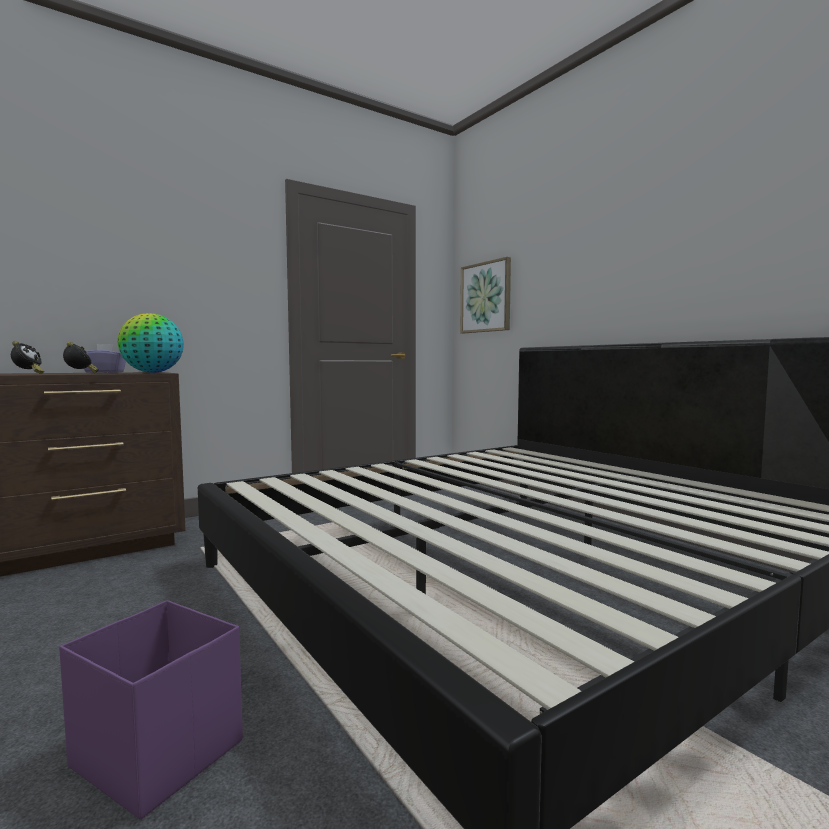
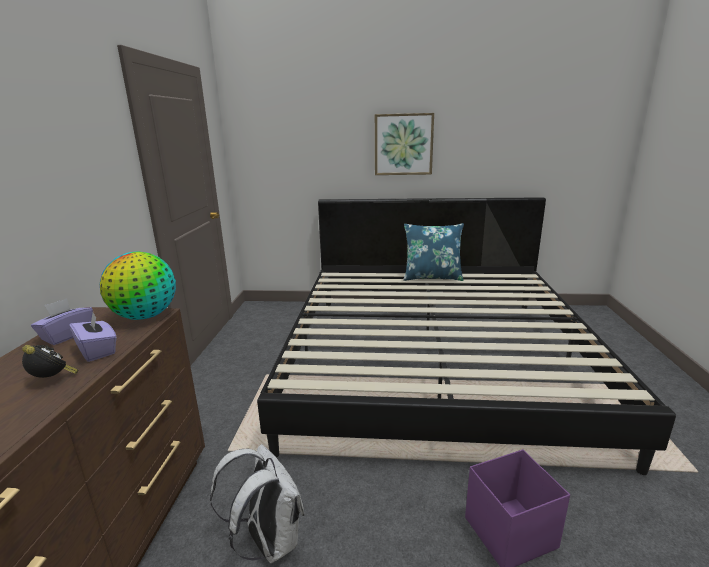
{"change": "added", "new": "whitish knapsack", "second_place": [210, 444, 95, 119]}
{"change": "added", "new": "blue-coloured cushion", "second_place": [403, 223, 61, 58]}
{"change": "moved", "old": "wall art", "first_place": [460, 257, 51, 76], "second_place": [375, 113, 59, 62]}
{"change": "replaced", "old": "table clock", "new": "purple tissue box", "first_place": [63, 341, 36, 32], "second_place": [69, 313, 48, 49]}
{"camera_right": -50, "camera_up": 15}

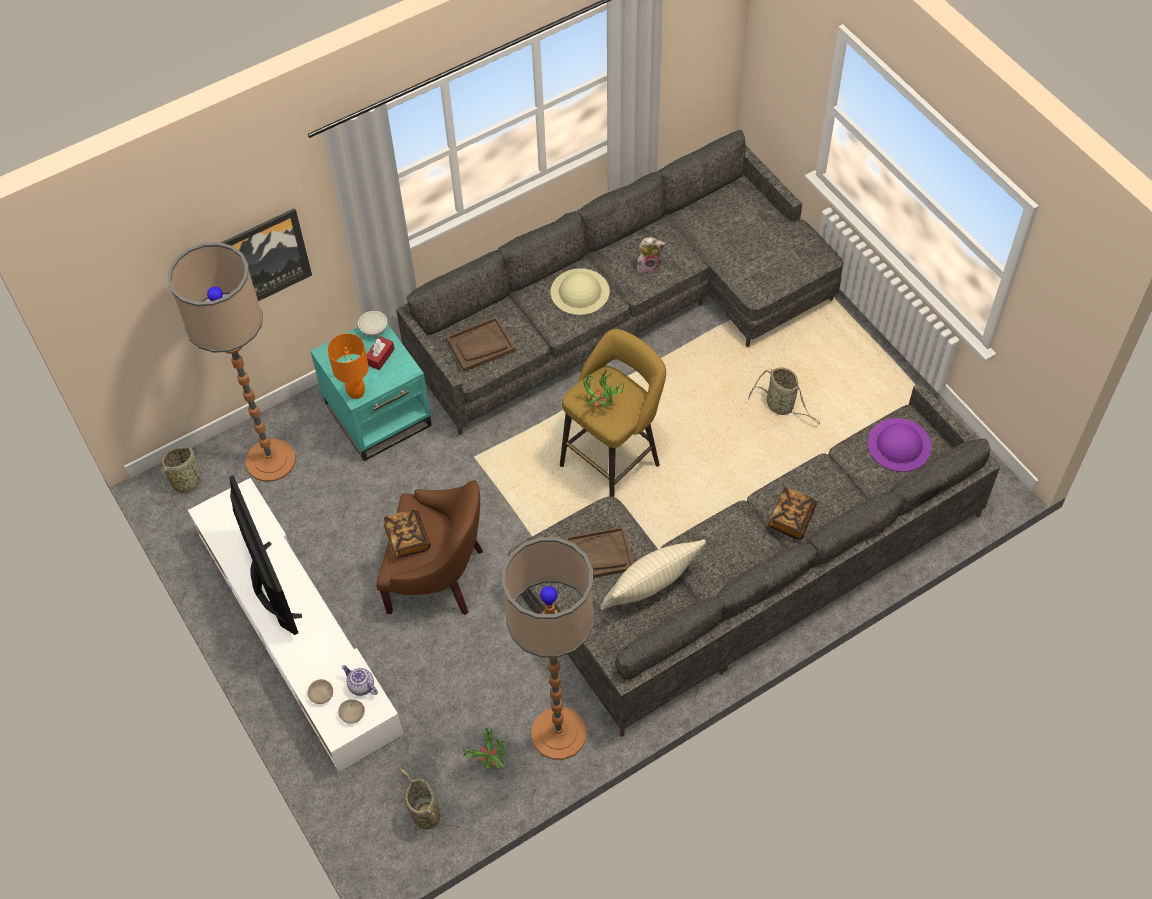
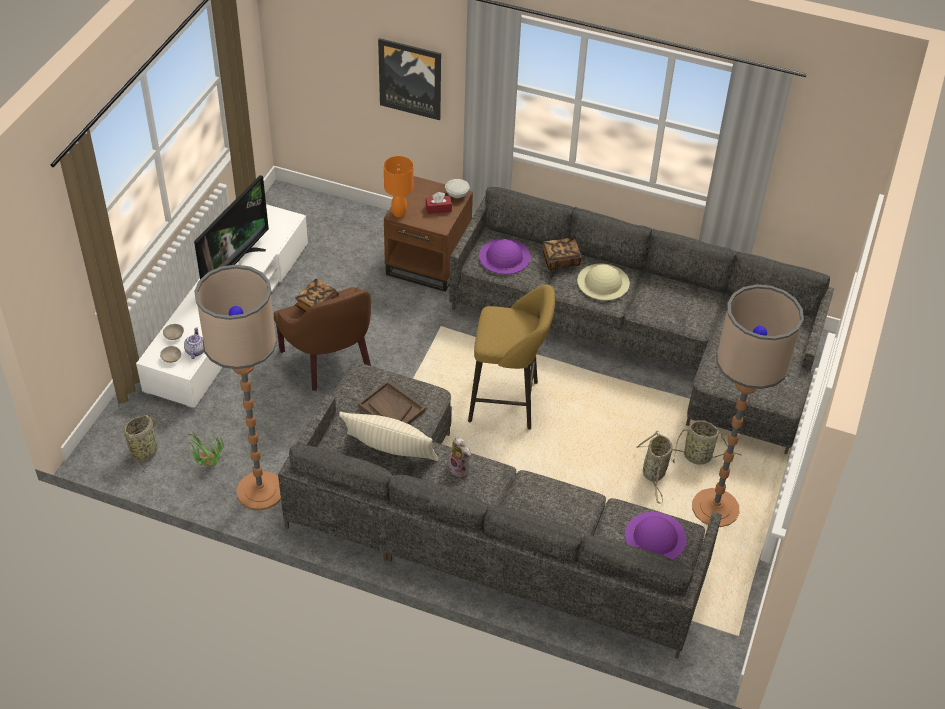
{"change": "removed", "old": "houseplant", "first_place": [583, 370, 42, 36]}
{"change": "moved", "old": "basket", "first_place": [161, 447, 61, 60], "second_place": [670, 420, 72, 45]}
{"change": "moved", "old": "floor lamp", "first_place": [167, 242, 129, 240], "second_place": [692, 284, 112, 243]}
{"change": "moved", "old": "cuddly toy", "first_place": [637, 237, 29, 38], "second_place": [448, 436, 23, 41]}
{"change": "moved", "old": "volume", "first_place": [768, 487, 49, 53], "second_place": [542, 238, 40, 32]}
{"change": "replaced", "old": "brown-coloured serving tray", "new": "purple hat", "first_place": [446, 316, 70, 56], "second_place": [479, 239, 51, 35]}
{"change": "recoloured", "old": "turquoise-coloured end table", "new": "brown-coloured end table", "first_place": [310, 323, 122, 138], "second_place": [384, 176, 89, 116]}
{"camera_right": 50, "camera_up": -10}

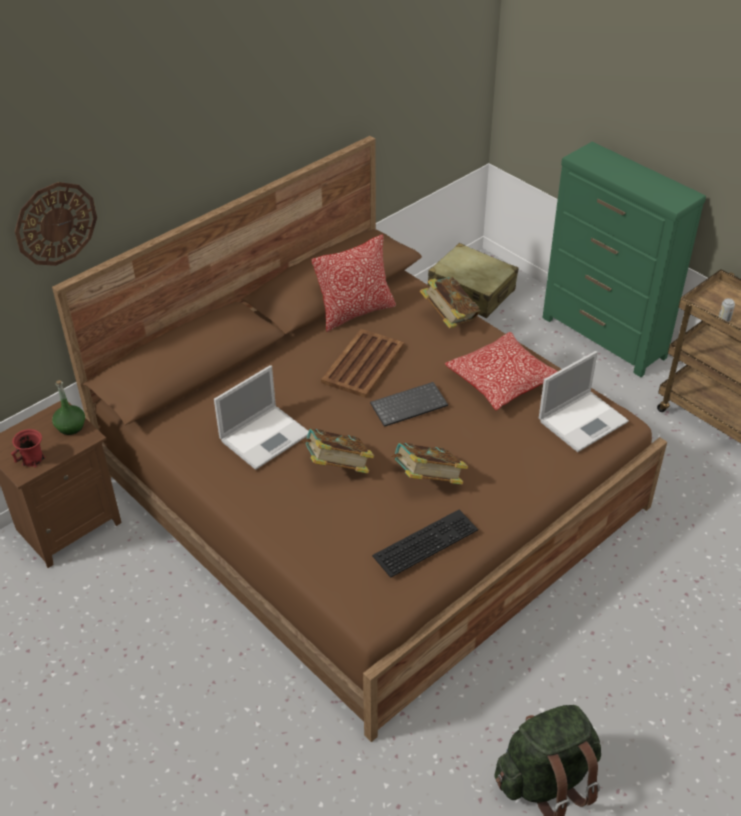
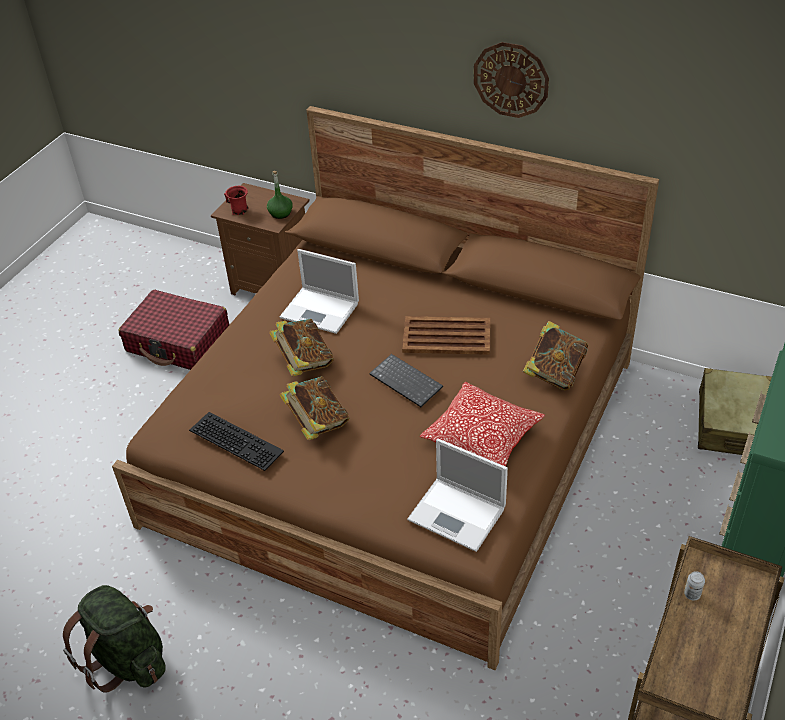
{"change": "removed", "old": "cushion", "first_place": [312, 234, 84, 98]}
{"change": "added", "new": "red piece of luggage", "second_place": [119, 290, 111, 80]}
{"change": "moved", "old": "clock on the wall", "first_place": [15, 182, 82, 84], "second_place": [474, 42, 75, 76]}
{"camera_right": 70, "camera_up": 0}

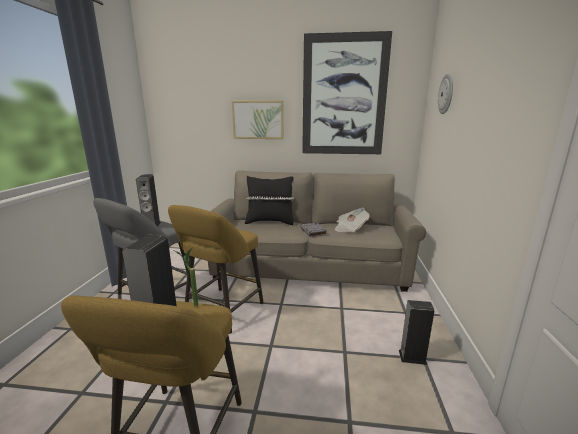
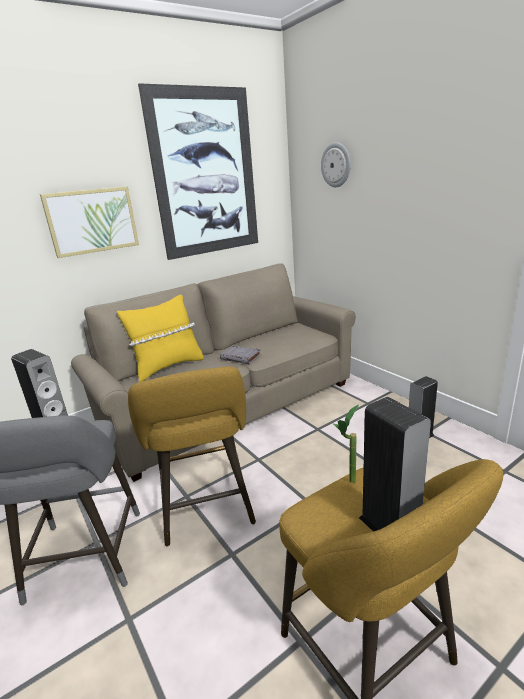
{"change": "removed", "old": "printed paper", "first_place": [335, 208, 34, 25]}
{"change": "recoloured", "old": "black cushion", "new": "yellow-coloured cushion", "first_place": [245, 176, 49, 49], "second_place": [117, 295, 87, 87]}
{"camera_right": -40, "camera_up": 5}

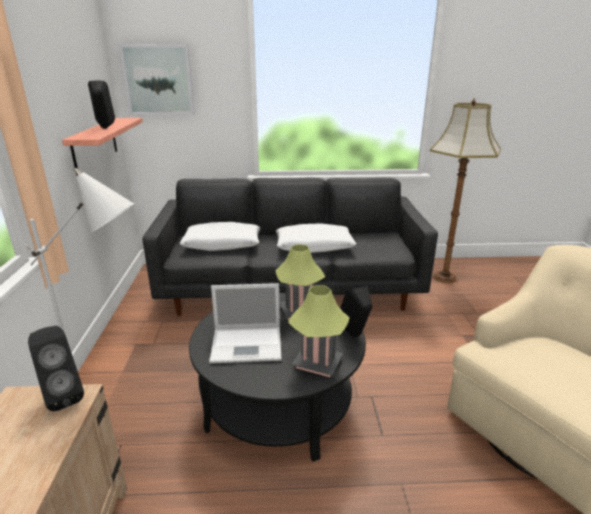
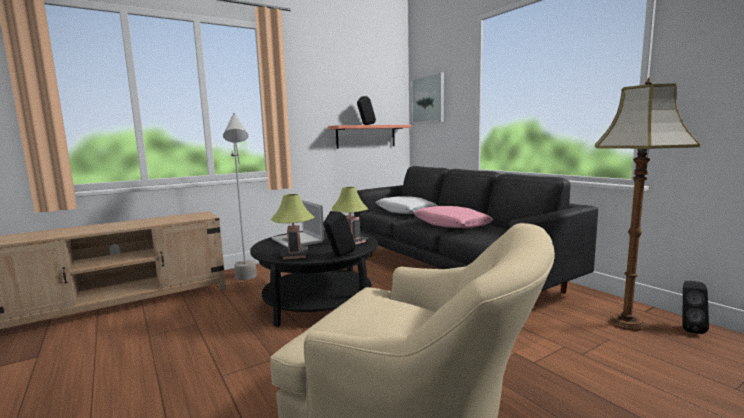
{"change": "moved", "old": "black speaker", "first_place": [28, 325, 56, 86], "second_place": [682, 281, 27, 53]}
{"change": "recoloured", "old": "whitish cushion", "new": "pinkish cushion", "first_place": [276, 223, 80, 30], "second_place": [414, 206, 79, 22]}
{"camera_right": 60, "camera_up": -15}

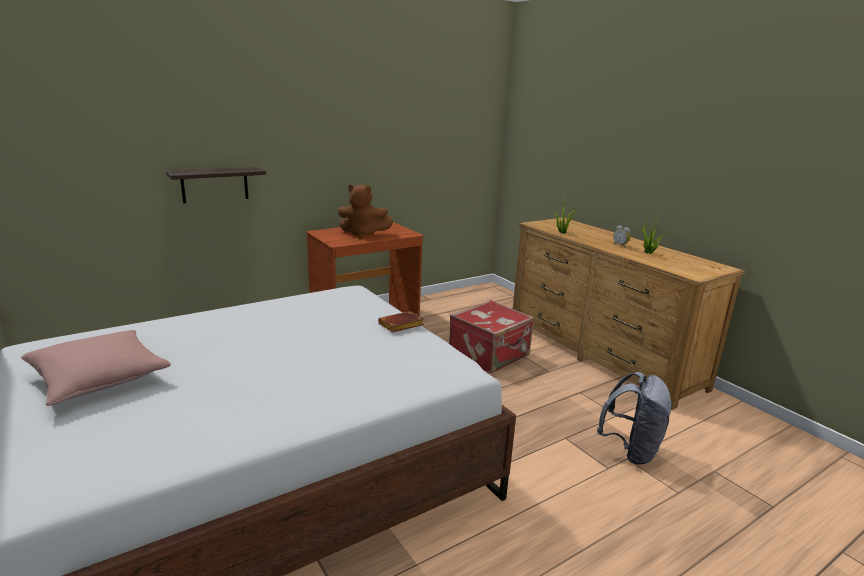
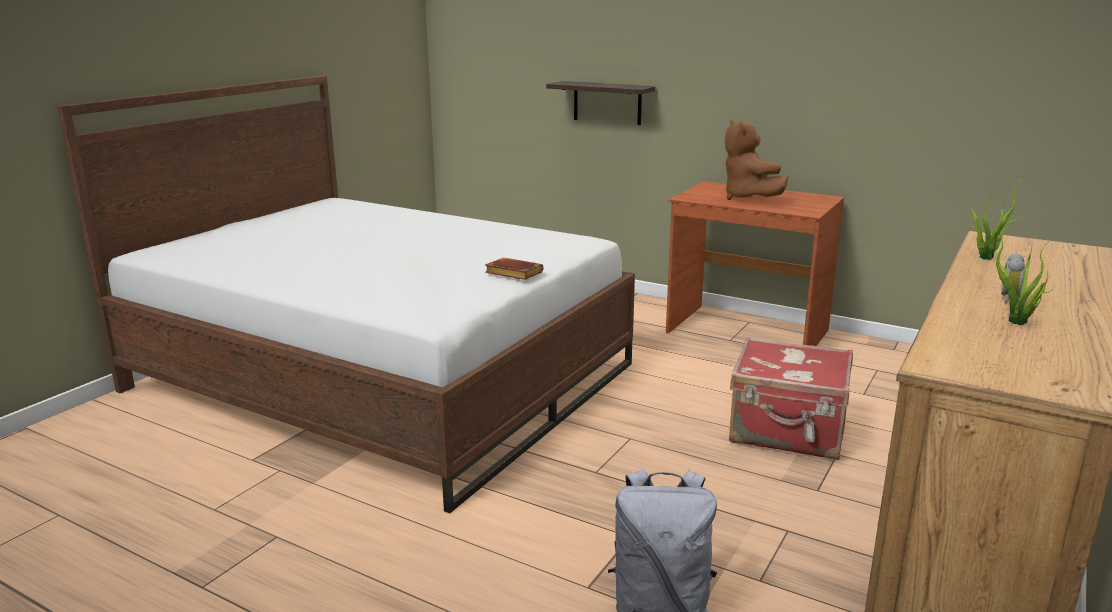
{"change": "removed", "old": "pinkish cushion", "first_place": [21, 330, 150, 76]}
{"camera_right": 65, "camera_up": 0}

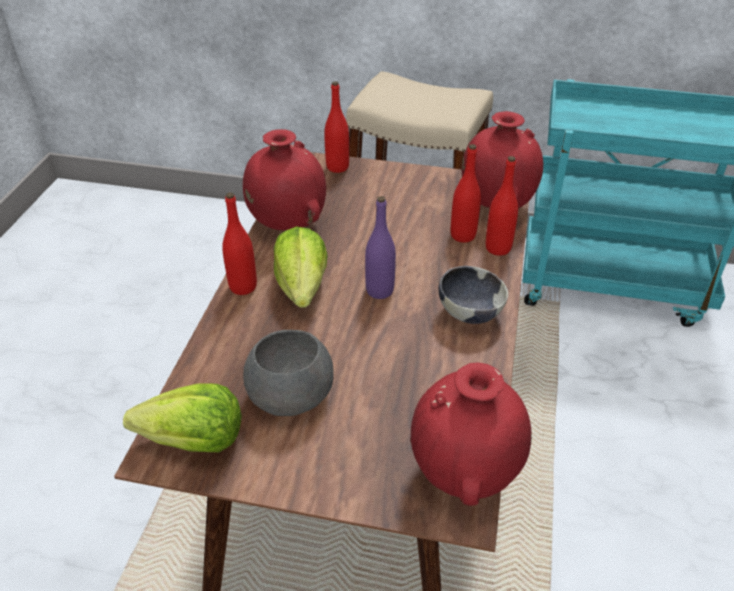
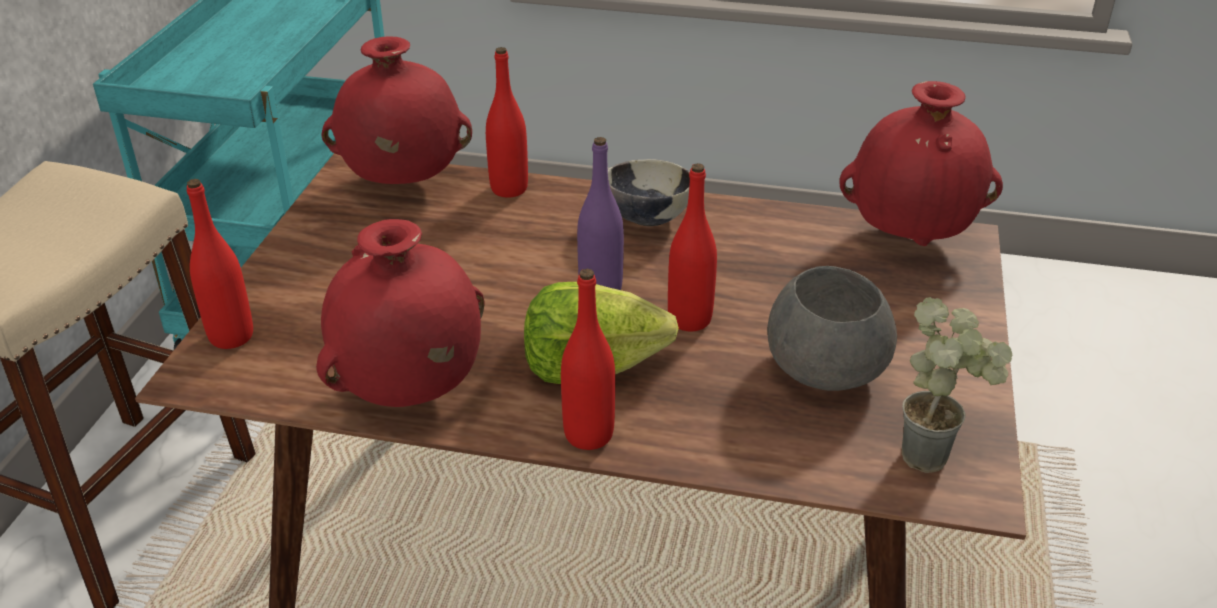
{"change": "moved", "old": "red beverage bottle", "first_place": [451, 144, 30, 99], "second_place": [668, 163, 49, 168]}
{"change": "replaced", "old": "lettuce", "new": "houseplant", "first_place": [123, 383, 119, 69], "second_place": [901, 297, 111, 176]}
{"camera_right": -90, "camera_up": -5}

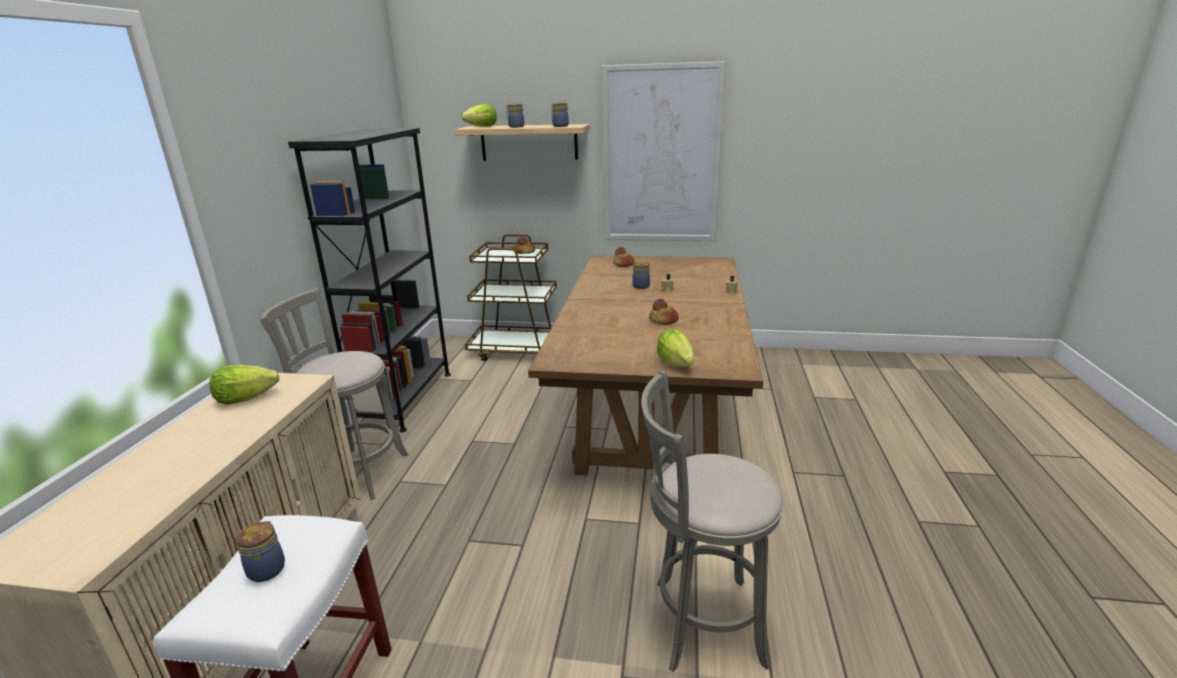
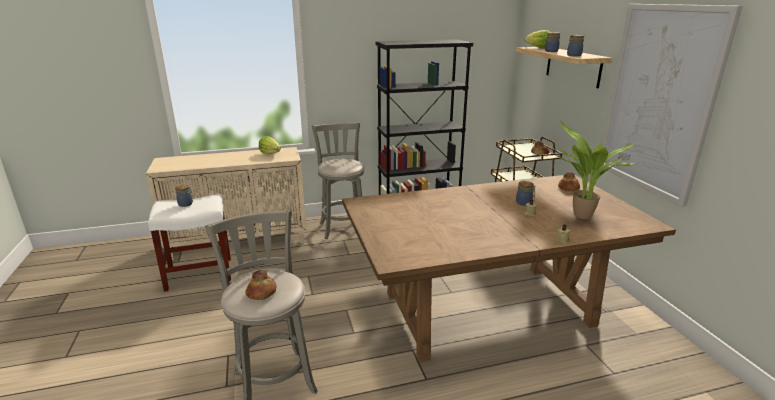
{"change": "removed", "old": "lettuce", "first_place": [657, 329, 37, 38]}
{"change": "added", "new": "houseplant", "second_place": [558, 121, 79, 98]}
{"change": "moved", "old": "baked bread", "first_place": [649, 299, 30, 26], "second_place": [245, 270, 31, 30]}
{"camera_right": 65, "camera_up": 0}

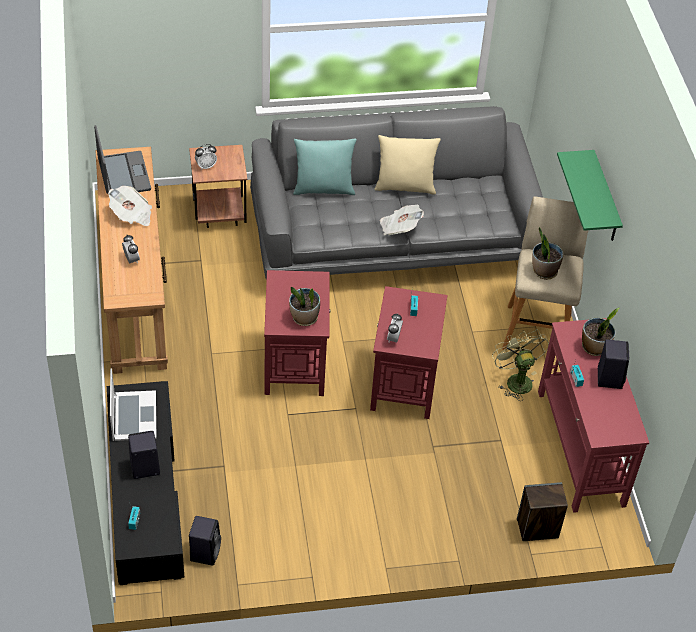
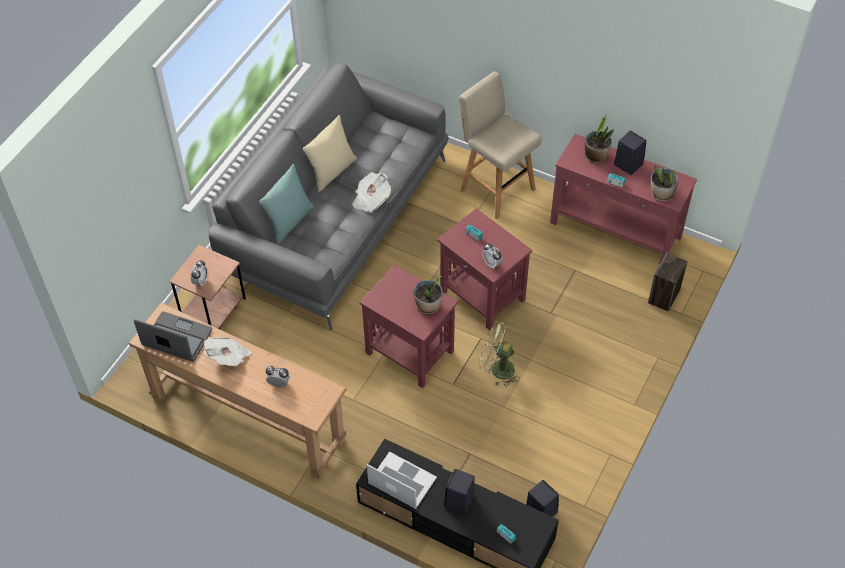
{"change": "removed", "old": "green-coloured bracket shelf", "first_place": [557, 150, 66, 91]}
{"change": "moved", "old": "green-coloured fan", "first_place": [492, 329, 57, 72], "second_place": [480, 321, 40, 66]}
{"change": "moved", "old": "houseplant", "first_place": [532, 227, 32, 53], "second_place": [650, 166, 28, 35]}
{"camera_right": -50, "camera_up": 5}

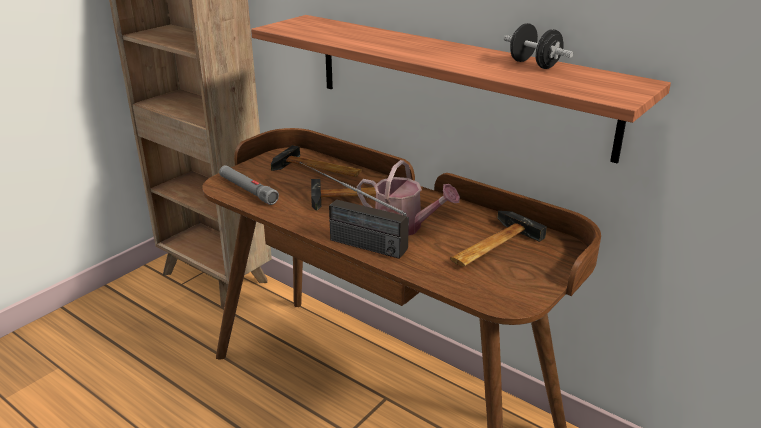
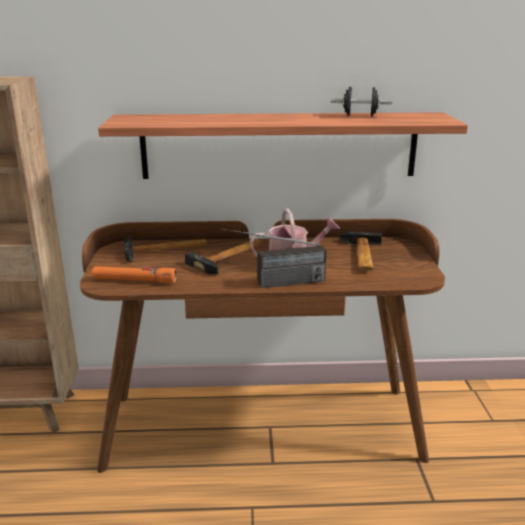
{"change": "recoloured", "old": "gray flashlight", "new": "orange flashlight", "first_place": [219, 165, 60, 40], "second_place": [91, 266, 85, 17]}
{"camera_right": -40, "camera_up": -5}

